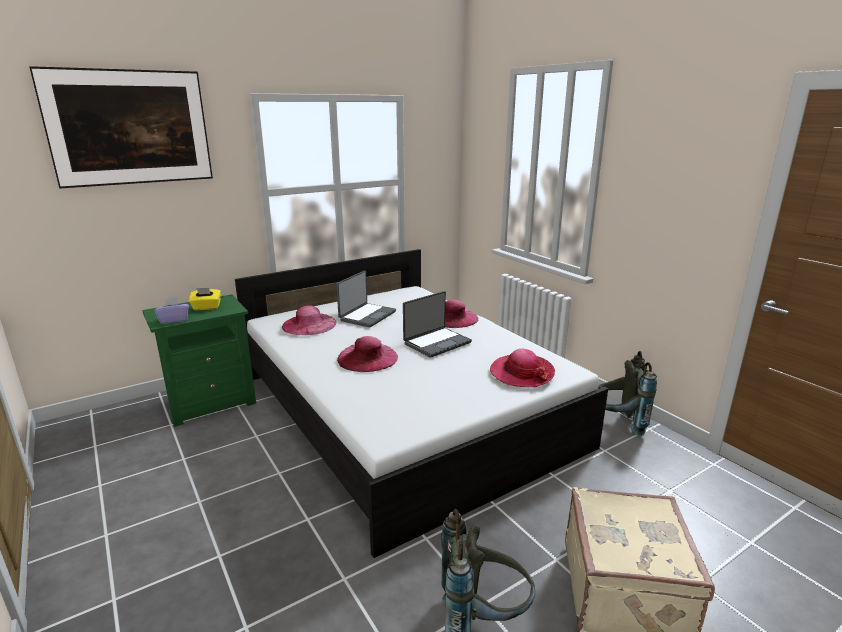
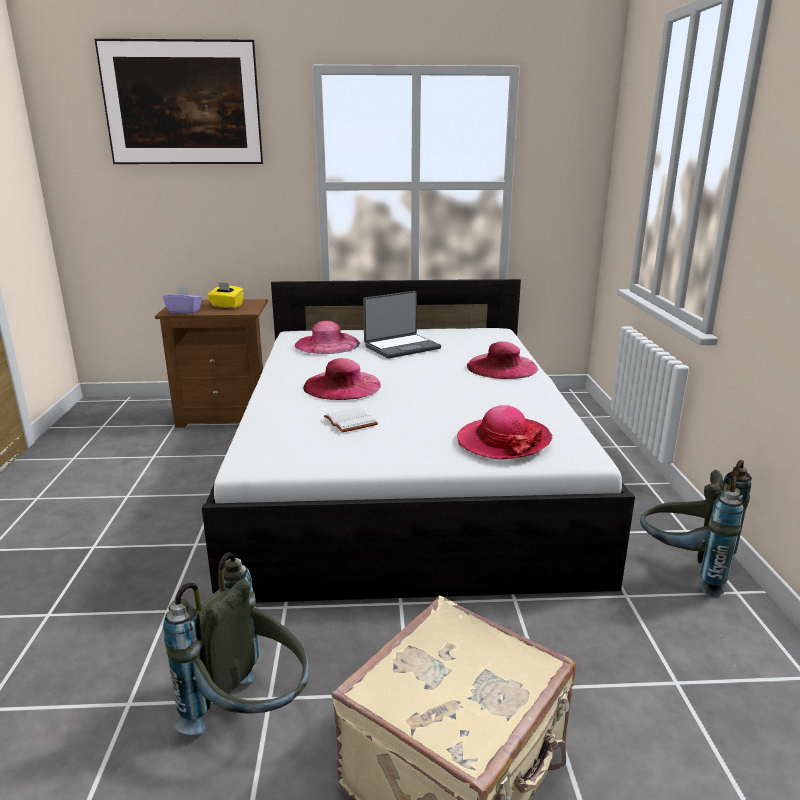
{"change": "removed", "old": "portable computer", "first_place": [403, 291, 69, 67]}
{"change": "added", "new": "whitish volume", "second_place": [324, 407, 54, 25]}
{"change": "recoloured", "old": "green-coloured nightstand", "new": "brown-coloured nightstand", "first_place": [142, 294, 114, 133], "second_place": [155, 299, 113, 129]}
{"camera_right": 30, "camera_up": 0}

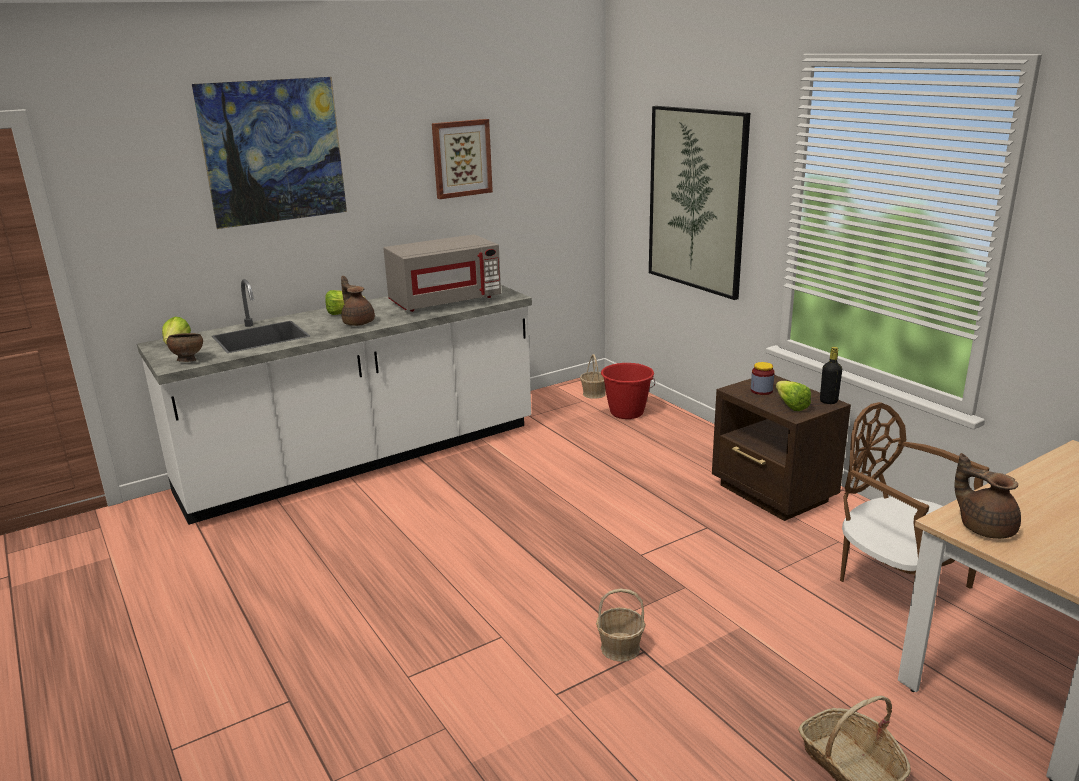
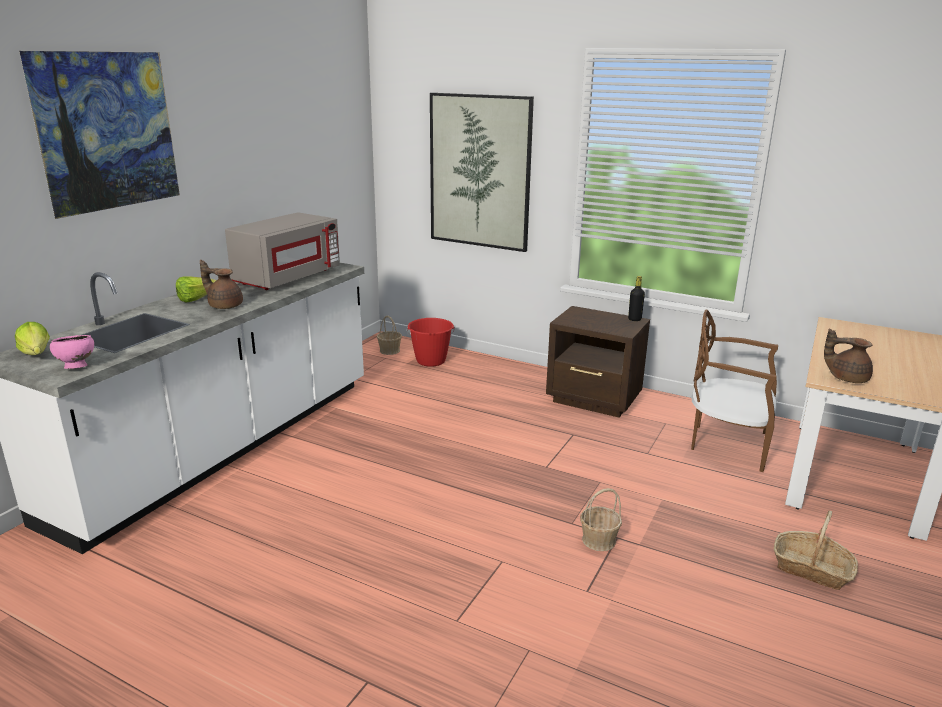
{"change": "removed", "old": "wall art", "first_place": [432, 119, 61, 80]}
{"change": "removed", "old": "storage jar", "first_place": [751, 362, 24, 33]}
{"change": "removed", "old": "lettuce", "first_place": [776, 381, 35, 30]}
{"change": "recoloured", "old": "brown-coloured bowl", "new": "pinkish bowl", "first_place": [166, 333, 37, 29], "second_place": [50, 335, 44, 34]}
{"camera_right": -30, "camera_up": 0}

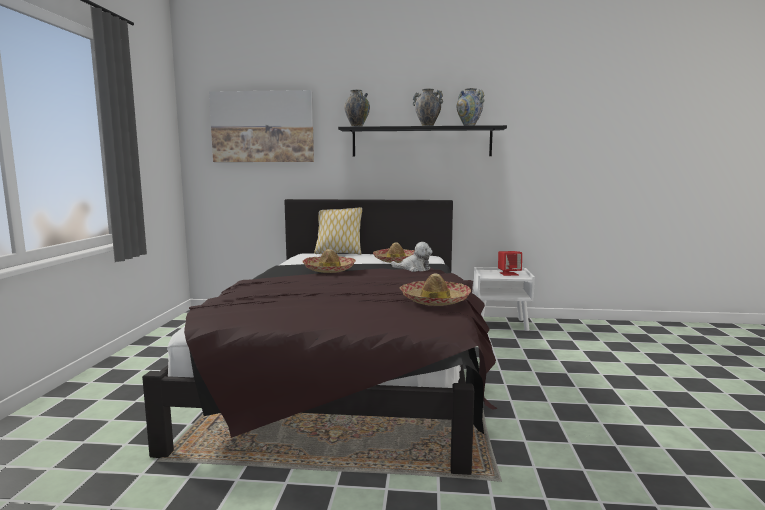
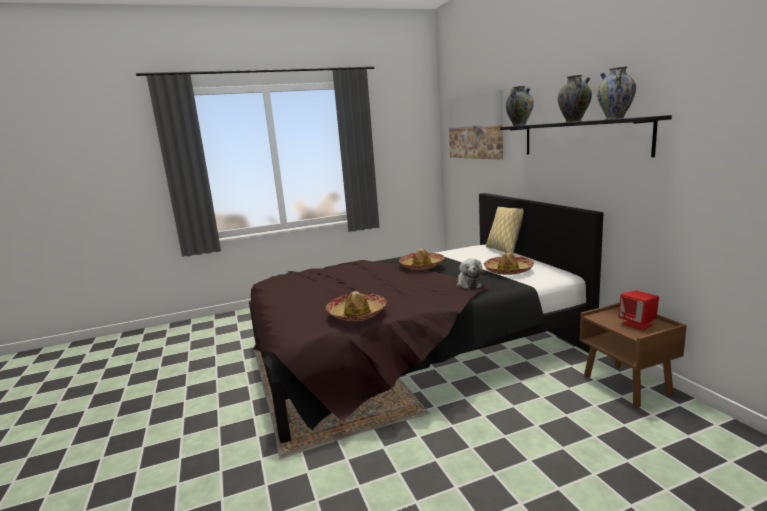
{"change": "recoloured", "old": "whitish nightstand", "new": "brown-coloured nightstand", "first_place": [474, 267, 61, 64], "second_place": [580, 303, 107, 104]}
{"camera_right": 65, "camera_up": 5}

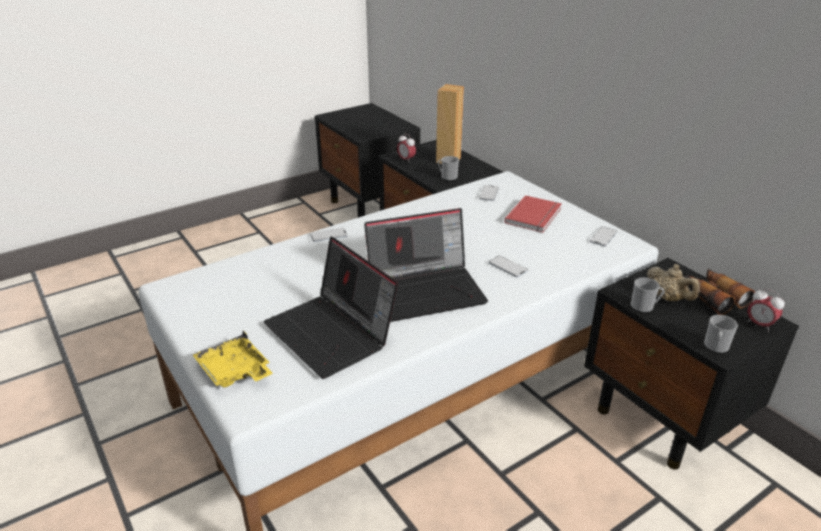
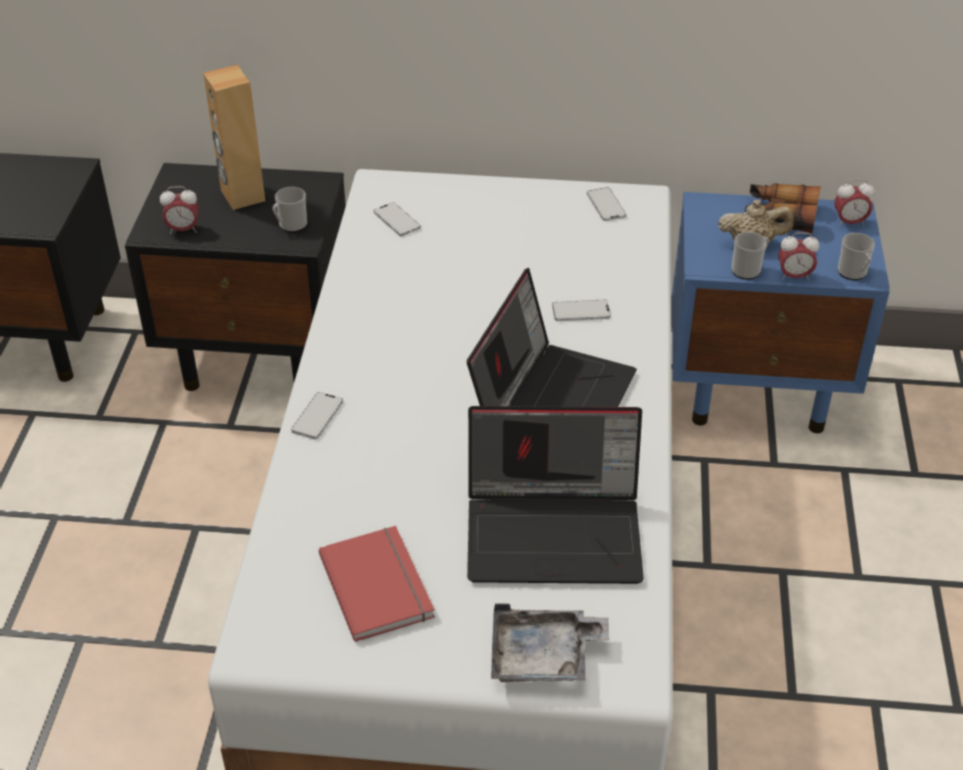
{"change": "added", "new": "table clock", "second_place": [778, 233, 41, 48]}
{"change": "moved", "old": "red volume", "first_place": [504, 195, 58, 38], "second_place": [319, 526, 116, 116]}
{"change": "recoloured", "old": "yellow-coloured serving tray", "new": "gray serving tray", "first_place": [193, 331, 80, 56], "second_place": [491, 603, 118, 79]}
{"change": "recoloured", "old": "black nightstand", "new": "blue-coloured nightstand", "first_place": [584, 258, 215, 212], "second_place": [672, 192, 218, 241]}
{"camera_right": -50, "camera_up": 10}

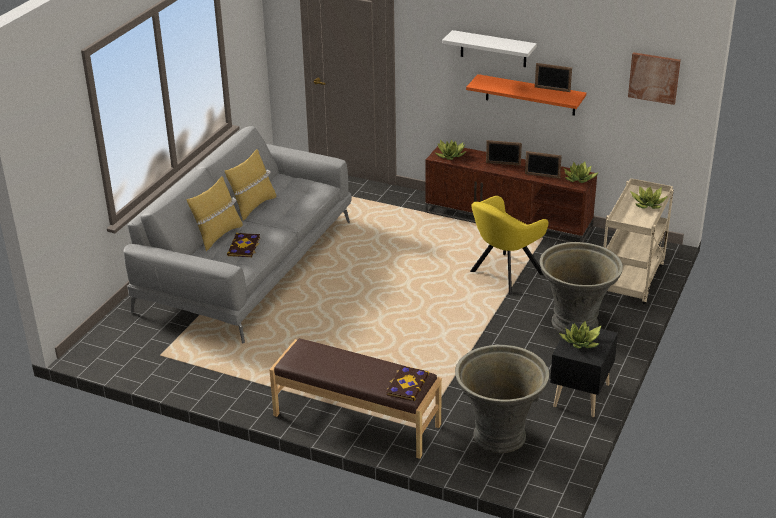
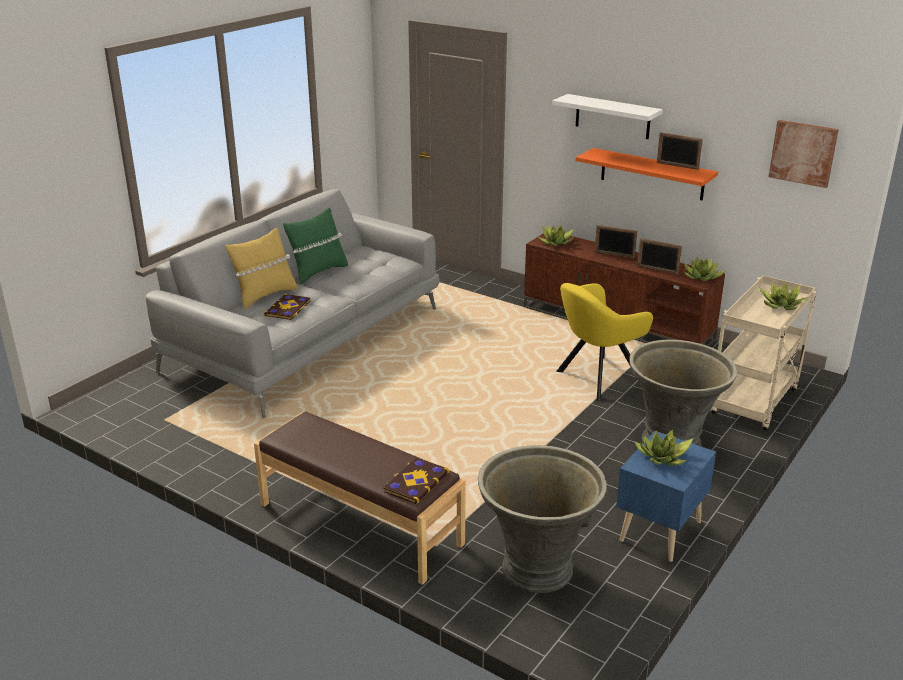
{"change": "recoloured", "old": "yellow-coloured cushion", "new": "green-coloured cushion", "first_place": [225, 149, 51, 72], "second_place": [283, 208, 65, 76]}
{"change": "recoloured", "old": "black nightstand", "new": "blue-coloured nightstand", "first_place": [550, 321, 68, 96], "second_place": [616, 431, 100, 131]}
{"camera_right": 10, "camera_up": -5}

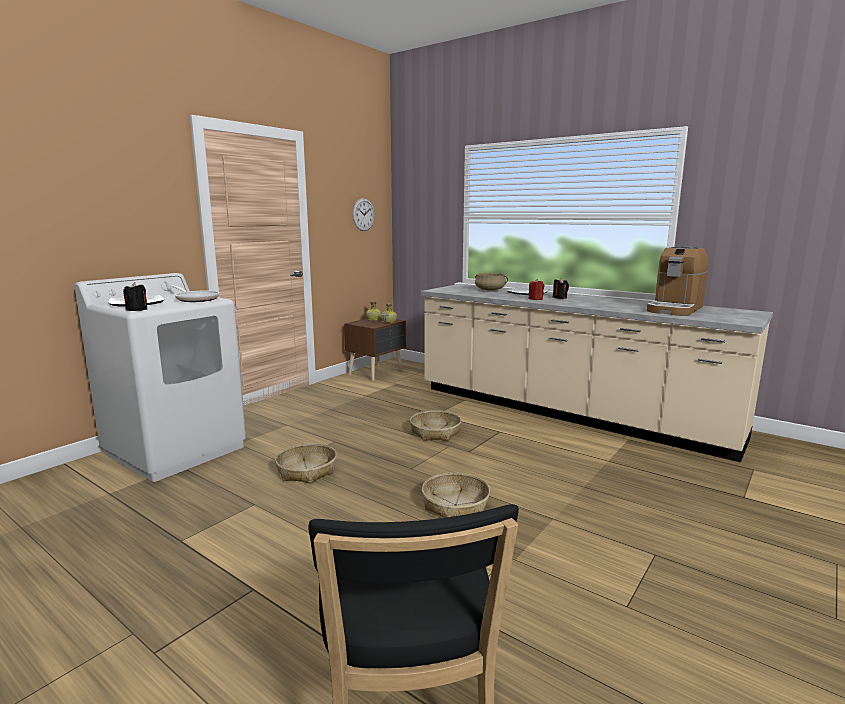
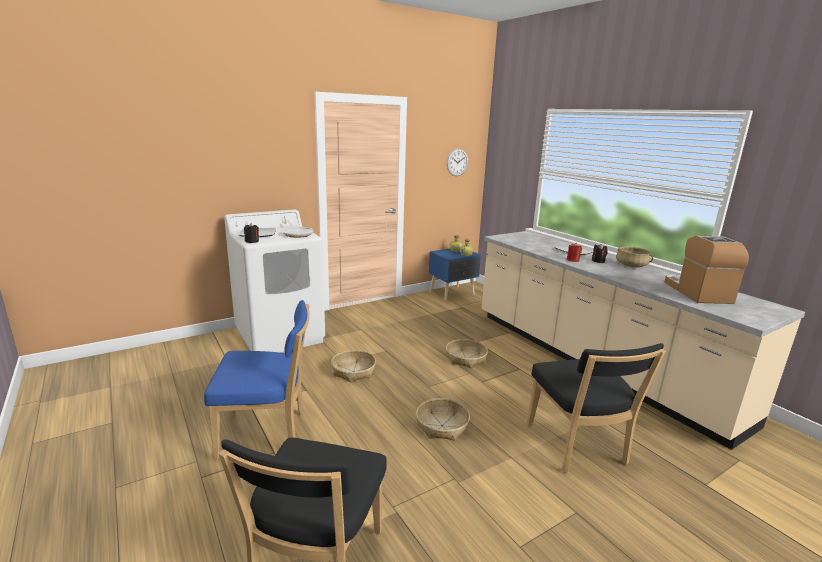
{"change": "added", "new": "blue-coloured plain chair", "second_place": [204, 300, 106, 160]}
{"change": "added", "new": "black plain chair", "second_place": [527, 343, 139, 130]}
{"change": "moved", "old": "beige-coloured stockpot", "first_place": [475, 273, 33, 18], "second_place": [616, 247, 37, 20]}
{"change": "recoloured", "old": "brown-coloured nightstand", "new": "blue-coloured nightstand", "first_place": [344, 318, 62, 63], "second_place": [429, 249, 52, 52]}
{"change": "turned", "old": "coffee maker", "first_place": [647, 246, 61, 70], "second_place": [664, 235, 85, 69], "degrees": 120}
{"camera_right": 20, "camera_up": 5}

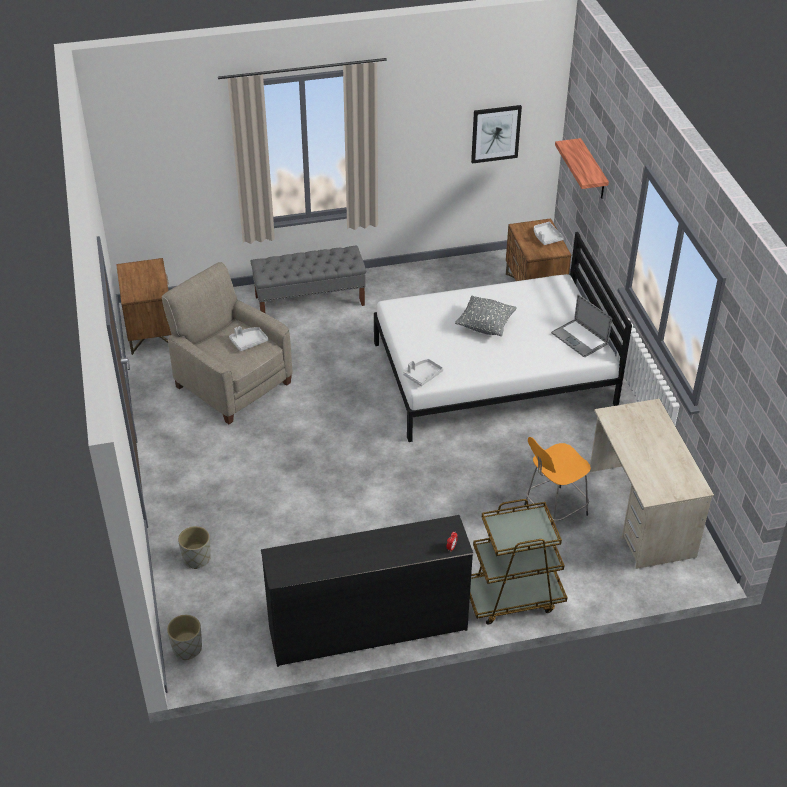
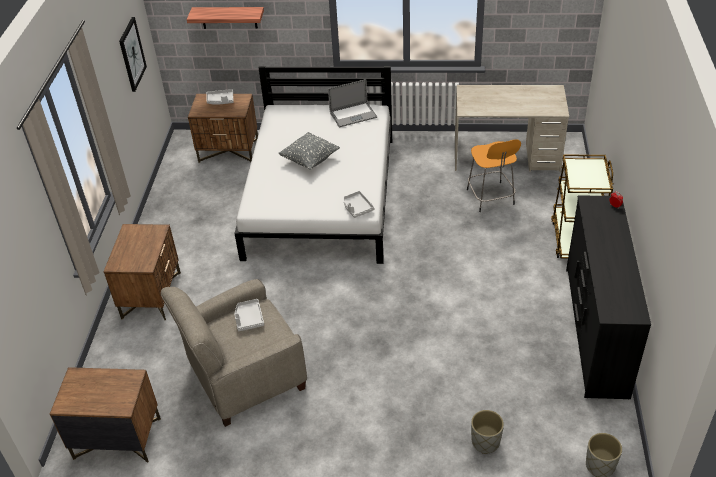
{"change": "replaced", "old": "gray long seat", "new": "brown-coloured nightstand", "first_place": [250, 246, 116, 67], "second_place": [103, 224, 78, 96]}
{"camera_right": -70, "camera_up": 0}

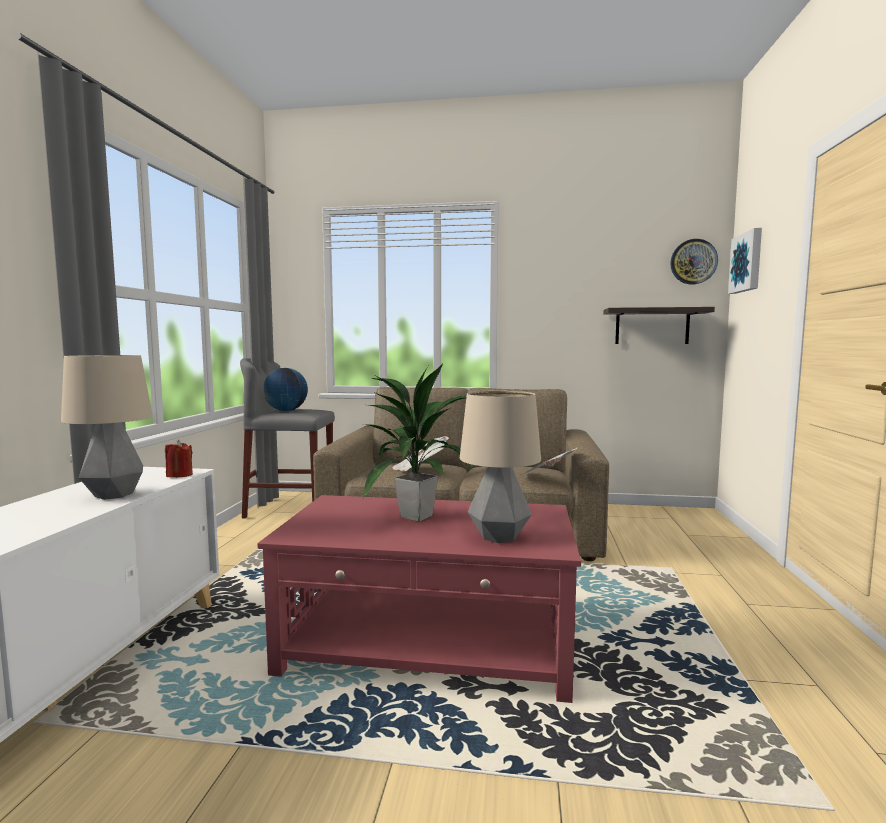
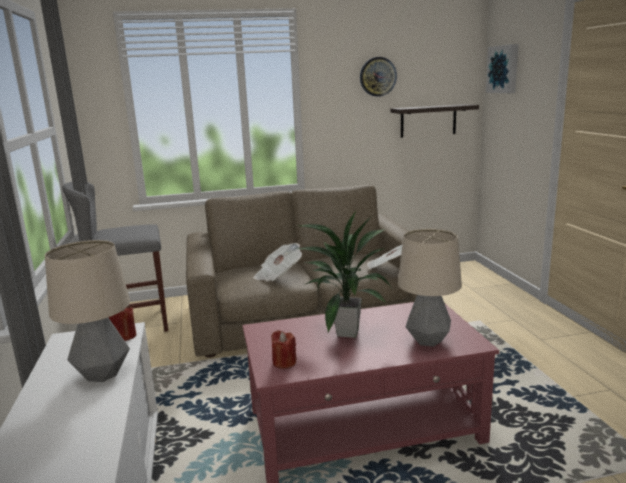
{"change": "removed", "old": "world globe", "first_place": [263, 368, 45, 43]}
{"change": "added", "new": "red wax light", "second_place": [271, 330, 26, 39]}
{"change": "moved", "old": "clock on the wall", "first_place": [670, 239, 48, 45], "second_place": [360, 57, 37, 40]}
{"camera_right": -20, "camera_up": 10}

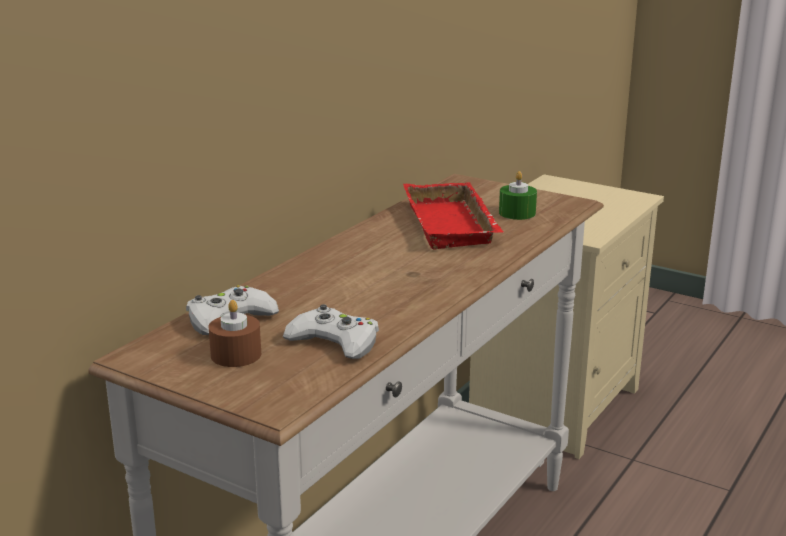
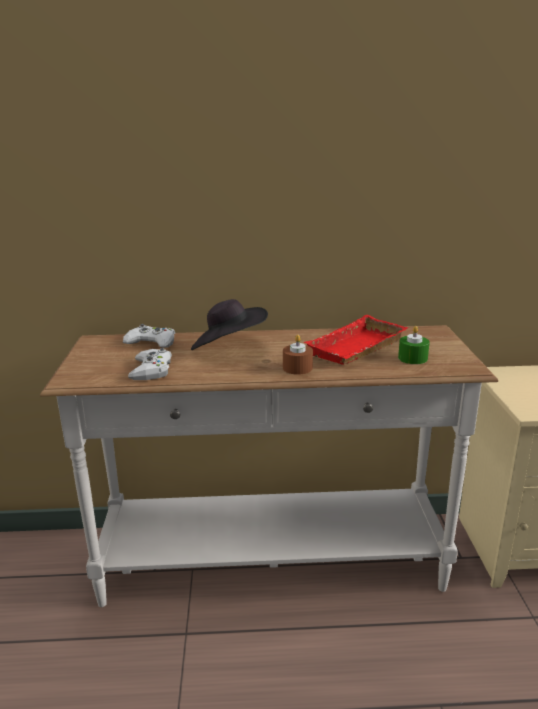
{"change": "added", "new": "black hat", "second_place": [191, 299, 77, 51]}
{"change": "moved", "old": "brown-coloured wax light", "first_place": [209, 300, 52, 67], "second_place": [283, 335, 30, 40]}
{"camera_right": 55, "camera_up": 0}

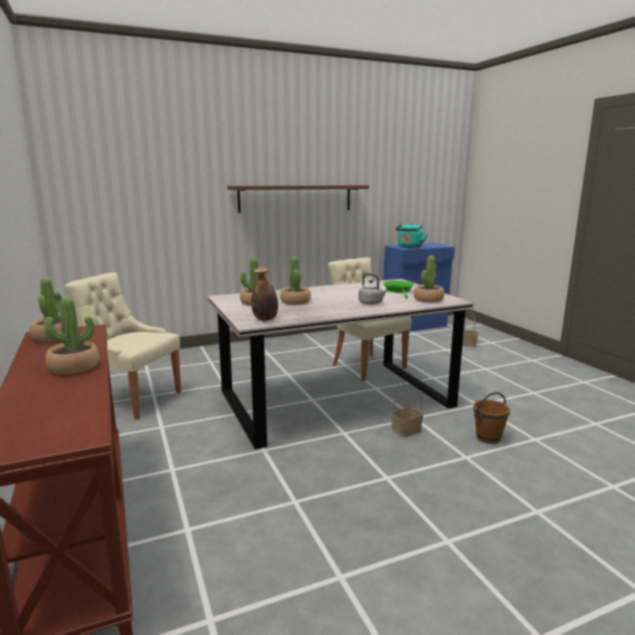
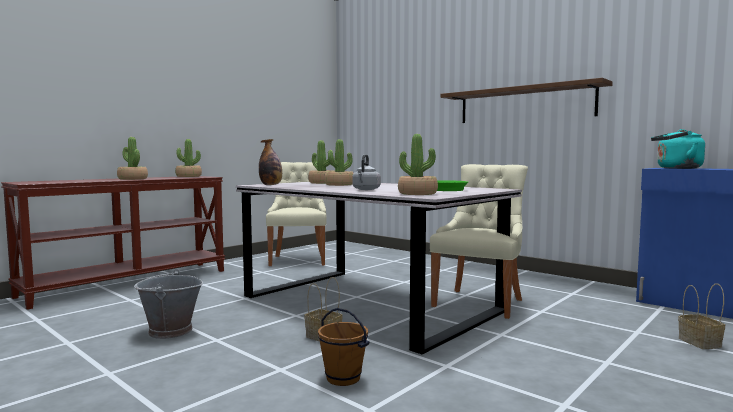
{"change": "added", "new": "gray pail", "second_place": [134, 269, 69, 70]}
{"camera_right": 65, "camera_up": -10}

